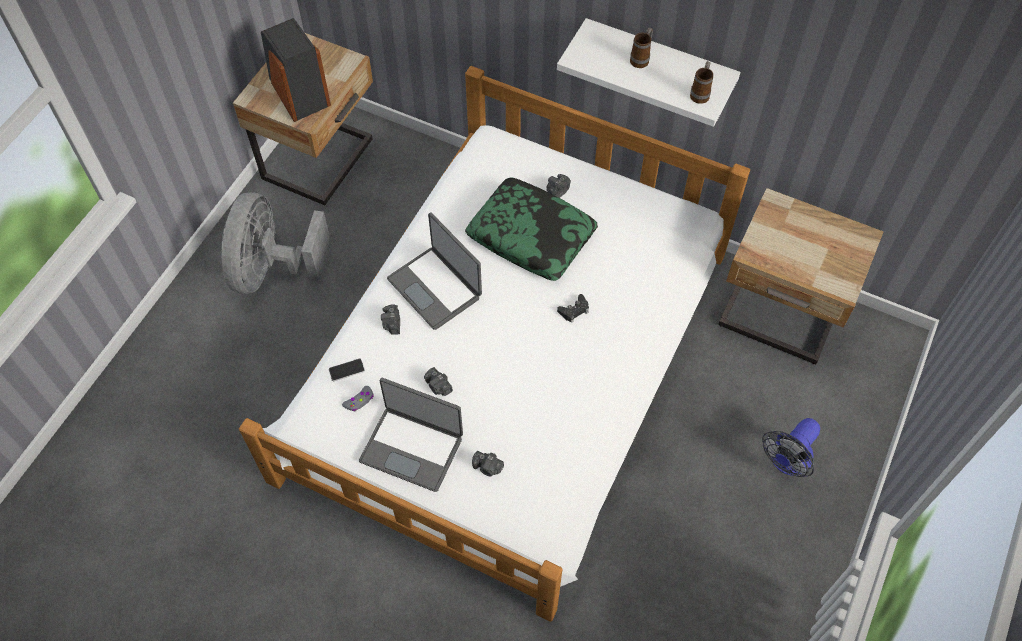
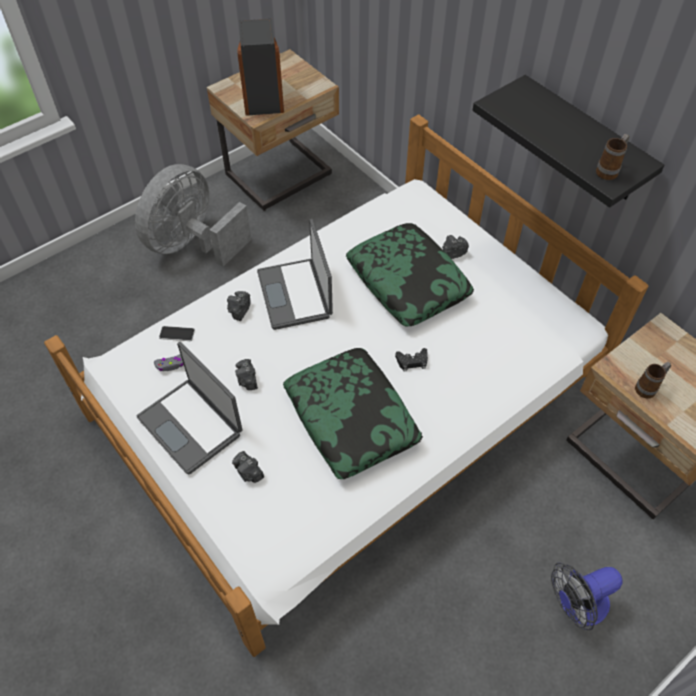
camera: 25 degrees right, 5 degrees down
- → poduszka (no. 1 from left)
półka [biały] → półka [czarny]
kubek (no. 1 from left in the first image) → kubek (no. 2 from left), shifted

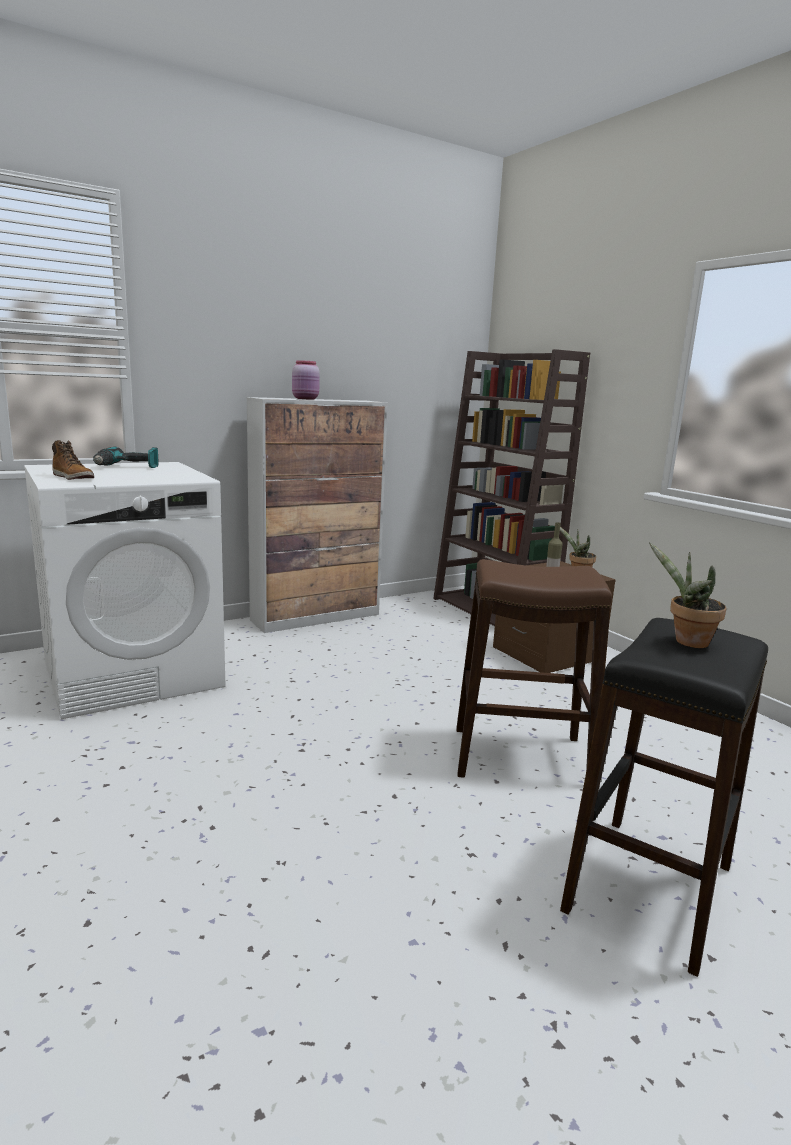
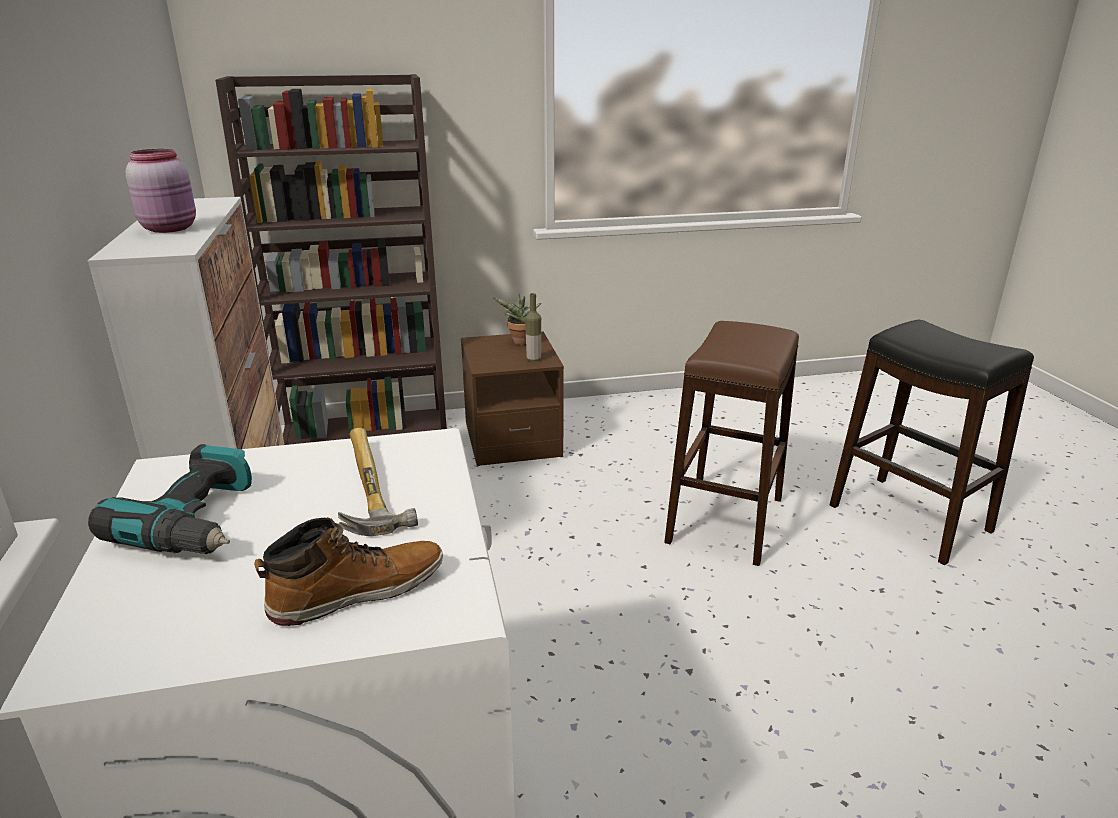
camera: 70 degrees left, 10 degrees up
- → młotek
roślina doniczkowa (no. 2 from left) → -

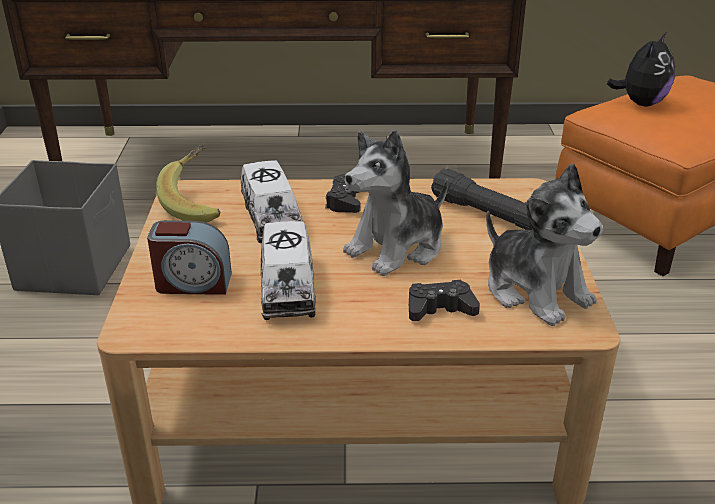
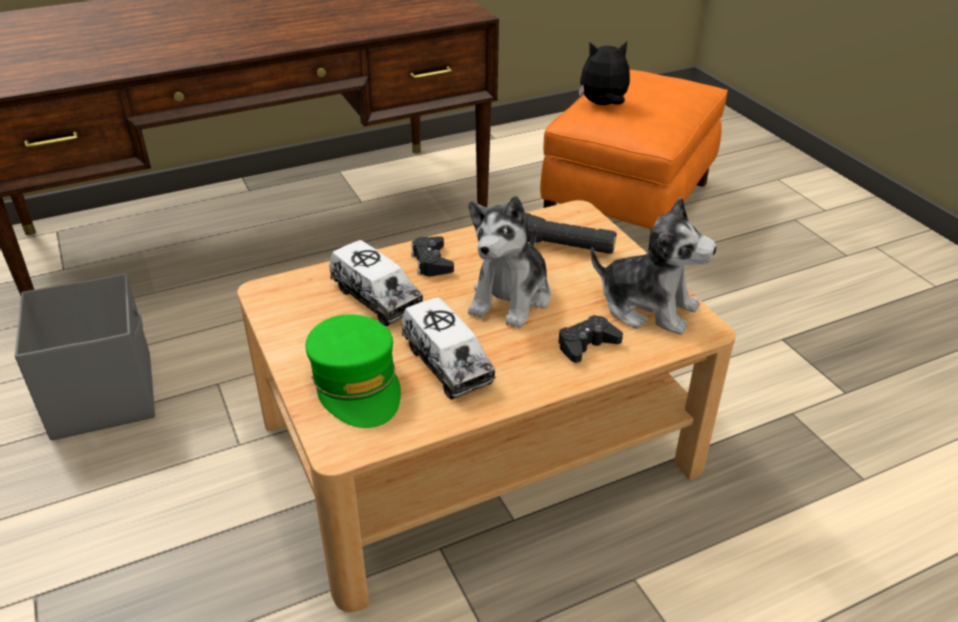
camera: 25 degrees left, 5 degrees up
budzik → czapka z daszkiem [zielony]
pluszak (no. 3 from left in the first image) → pluszak (no. 2 from left), 105 degrees counterclockwise
banan → -

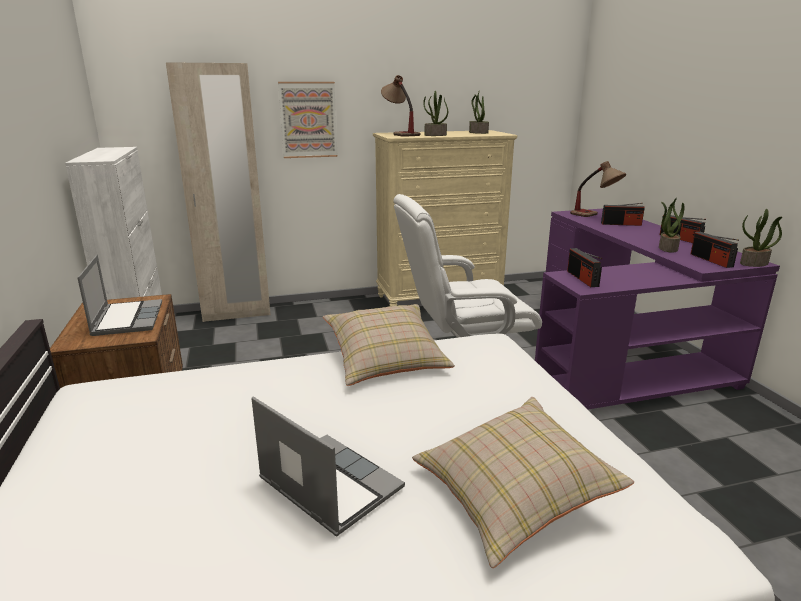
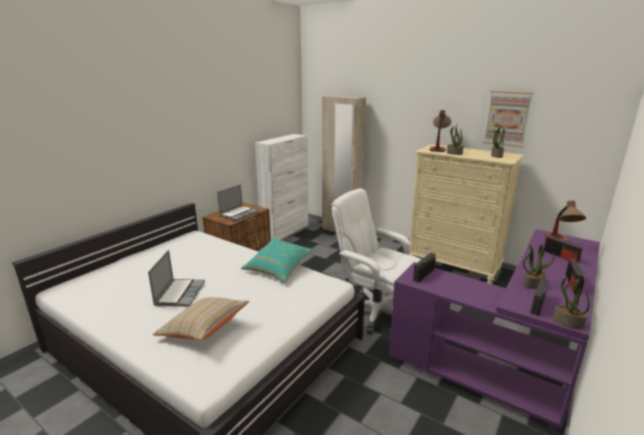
camera: 50 degrees right, 0 degrees up
poduszka [beżowy] (no. 1 from left) → poduszka [turkusowy]
obraz, shifted

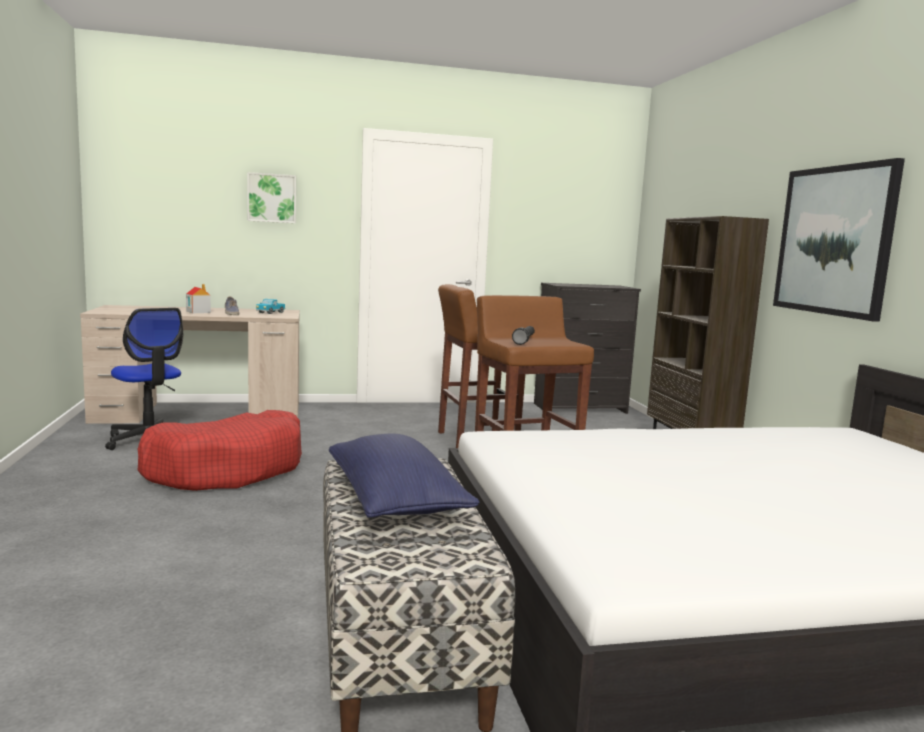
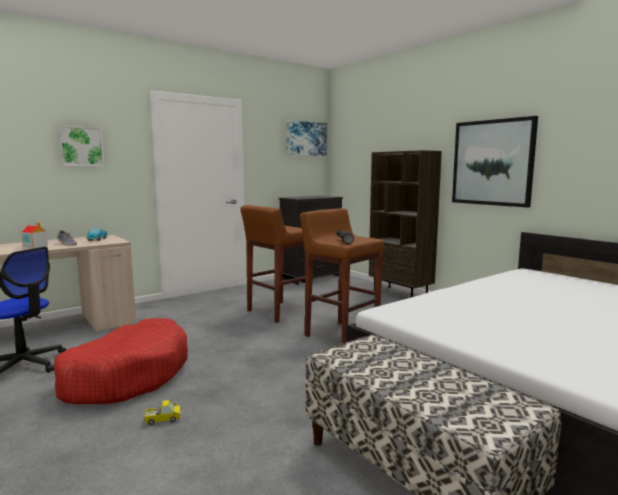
camera: 25 degrees left, 0 degrees up
- → ciężarówka zabawkowa (no. 2 from left)
- → obraz (no. 2 from left)
poduszka [niebieski] → -

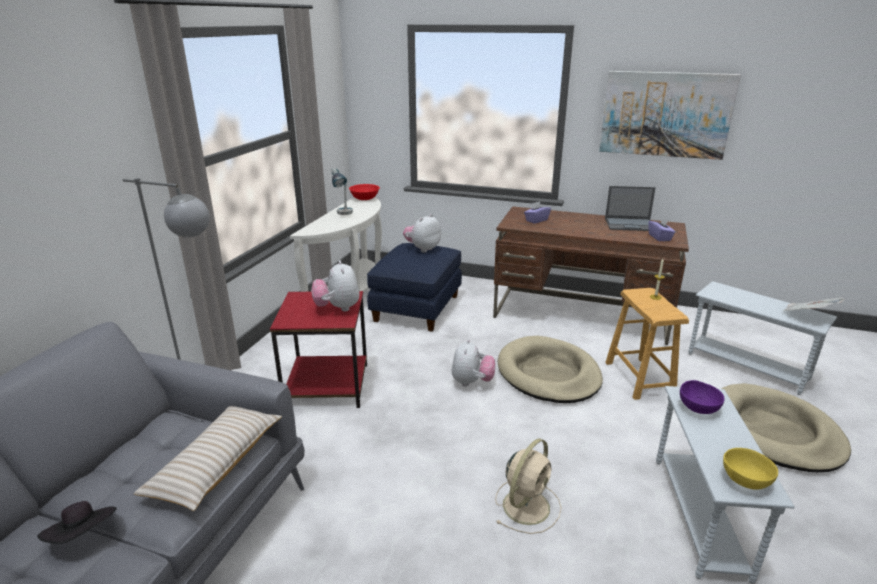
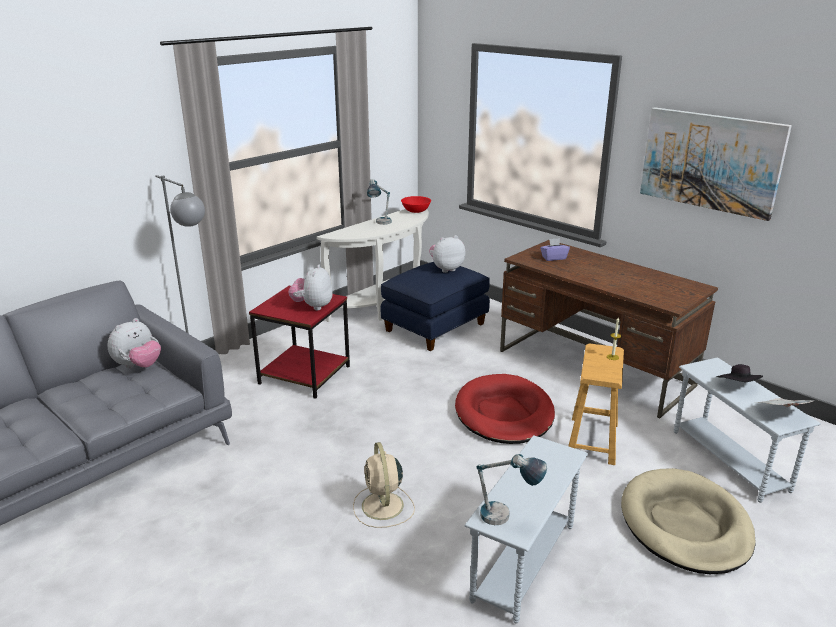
camera: 25 degrees right, 0 degrees up
pluszak (no. 3 from left in the first image) → pluszak (no. 1 from left), shifted
wentylator [beżowy], 105 degrees clockwise
legowisko [beżowy] (no. 1 from left) → legowisko [czerwony]
miska [żółty] → lampa stołowa (no. 2 from left)
kapelusz [czarny], shifted
poduszka [beżowy] → -
laptop → -
pudełko chusteczek [fioletowy] (no. 2 from left) → -
miska [fioletowy] → -

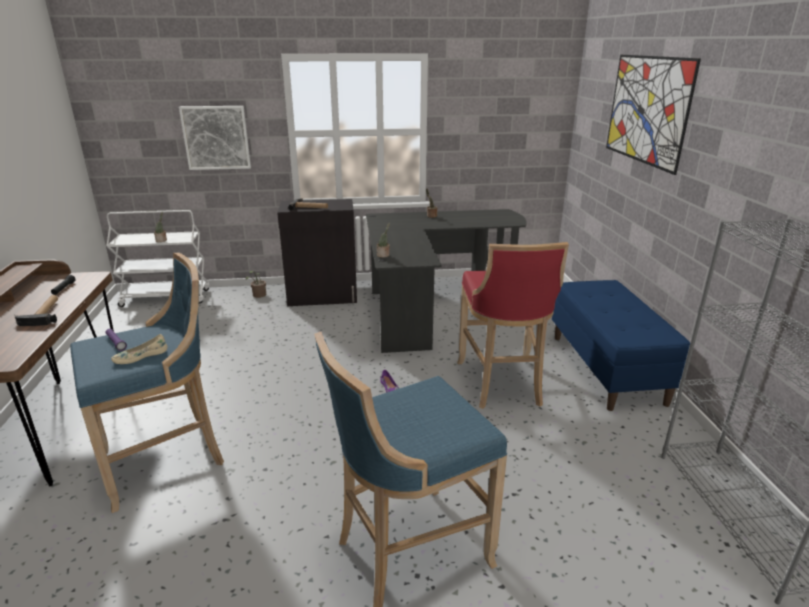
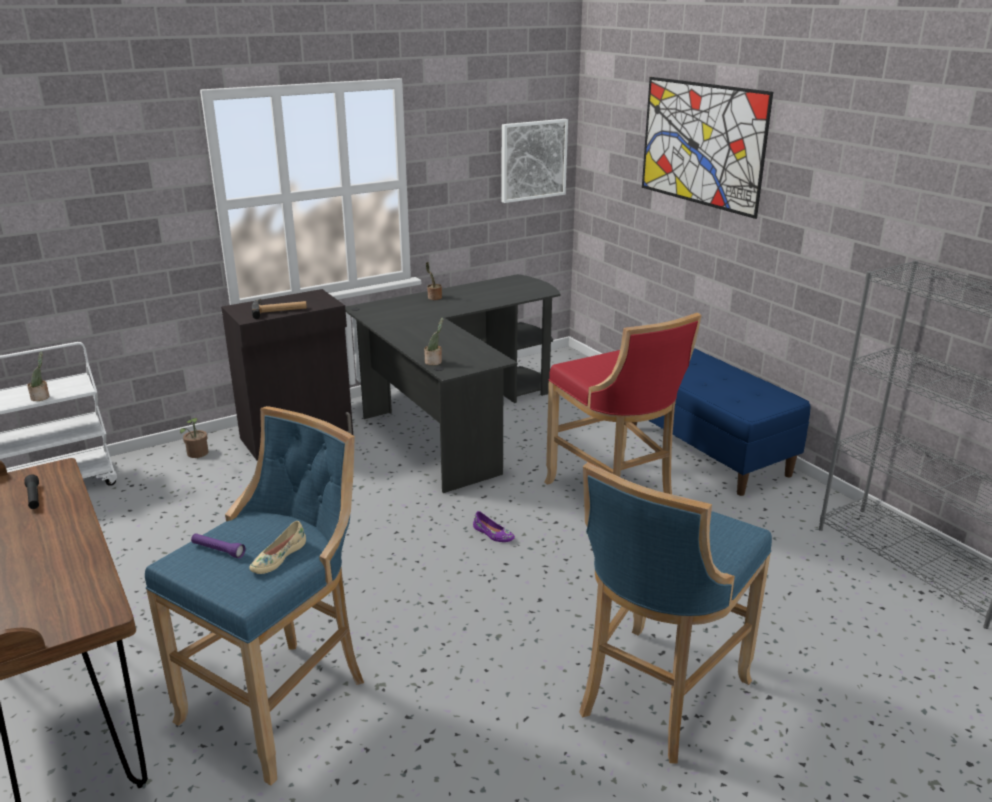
camera: 25 degrees left, 0 degrees up
obraz (no. 1 from left), shifted
młotek (no. 1 from left) → -

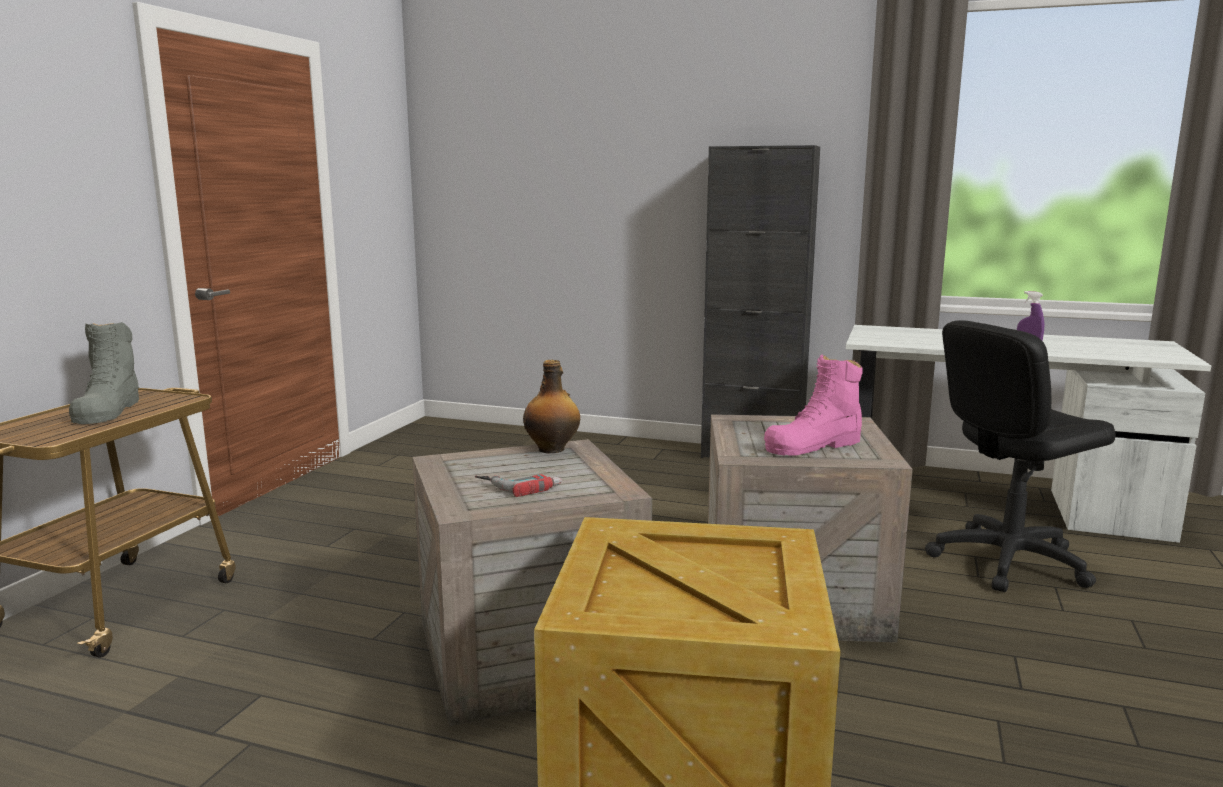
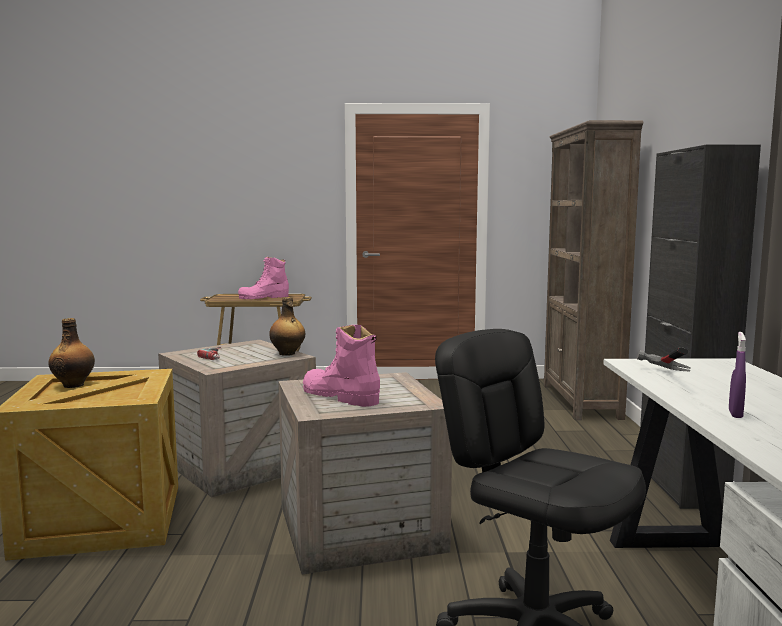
camera: 70 degrees right, 5 degrees down
- → butelka (no. 1 from left)
but z cholewką [szary] → but z cholewką [różowy] (no. 1 from left)
- → regał [brązowy]
- → młotek

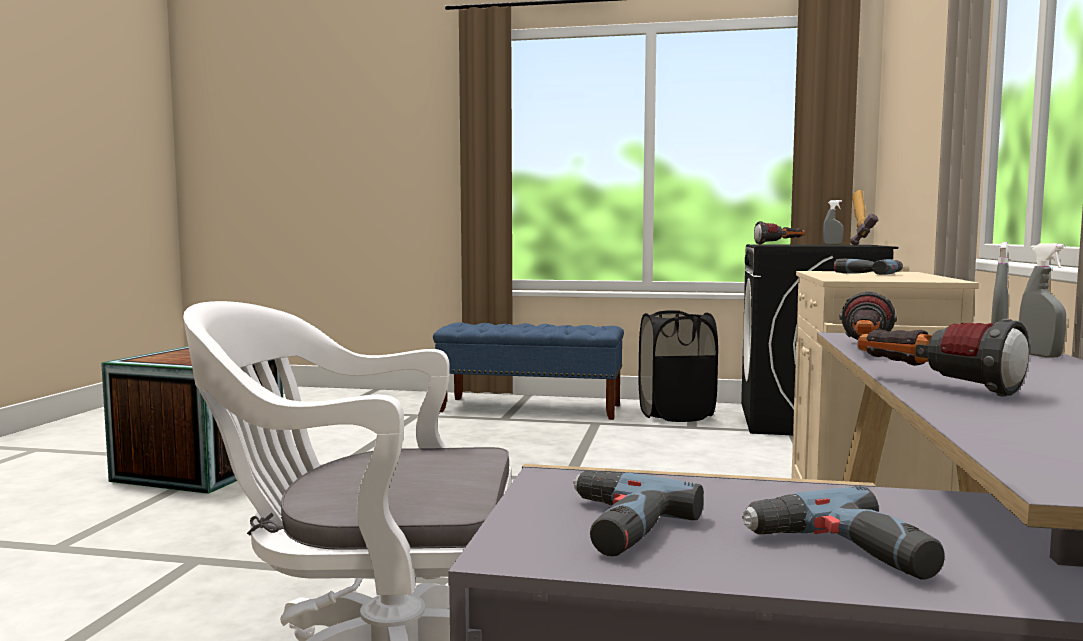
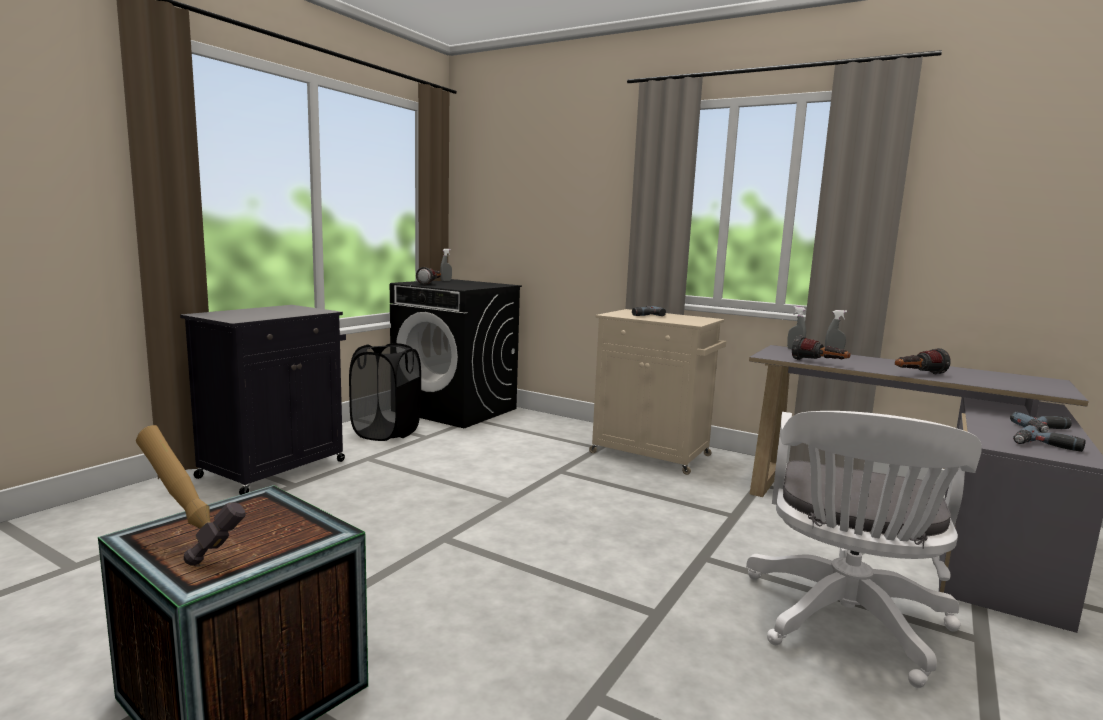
camera: 70 degrees left, 5 degrees up
młotek, shifted
ławka [niebieski] → szafka [czarny]

